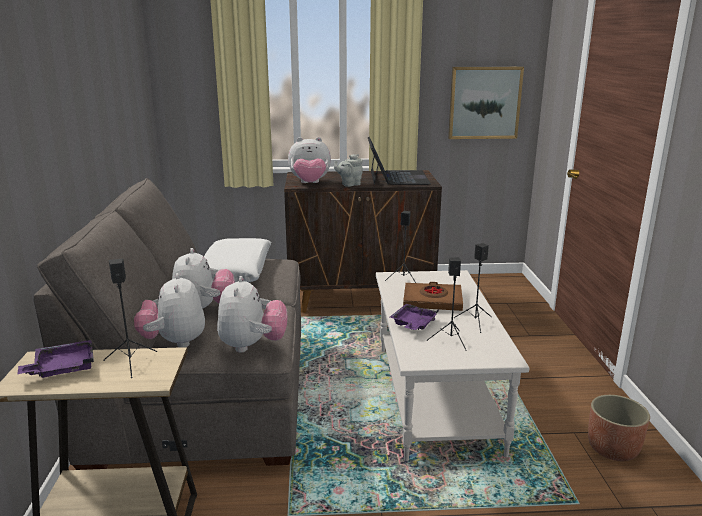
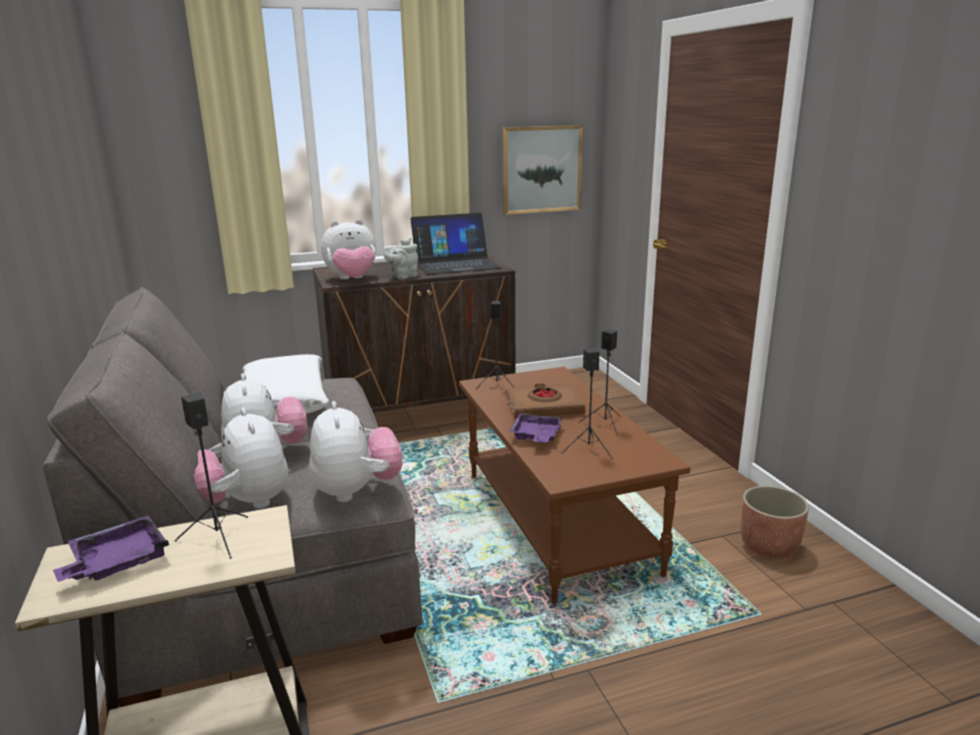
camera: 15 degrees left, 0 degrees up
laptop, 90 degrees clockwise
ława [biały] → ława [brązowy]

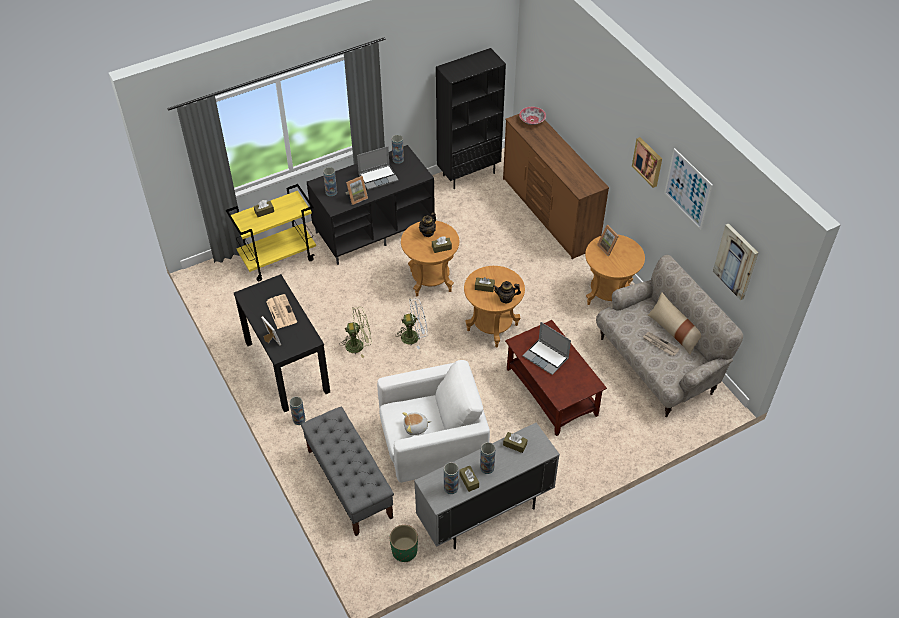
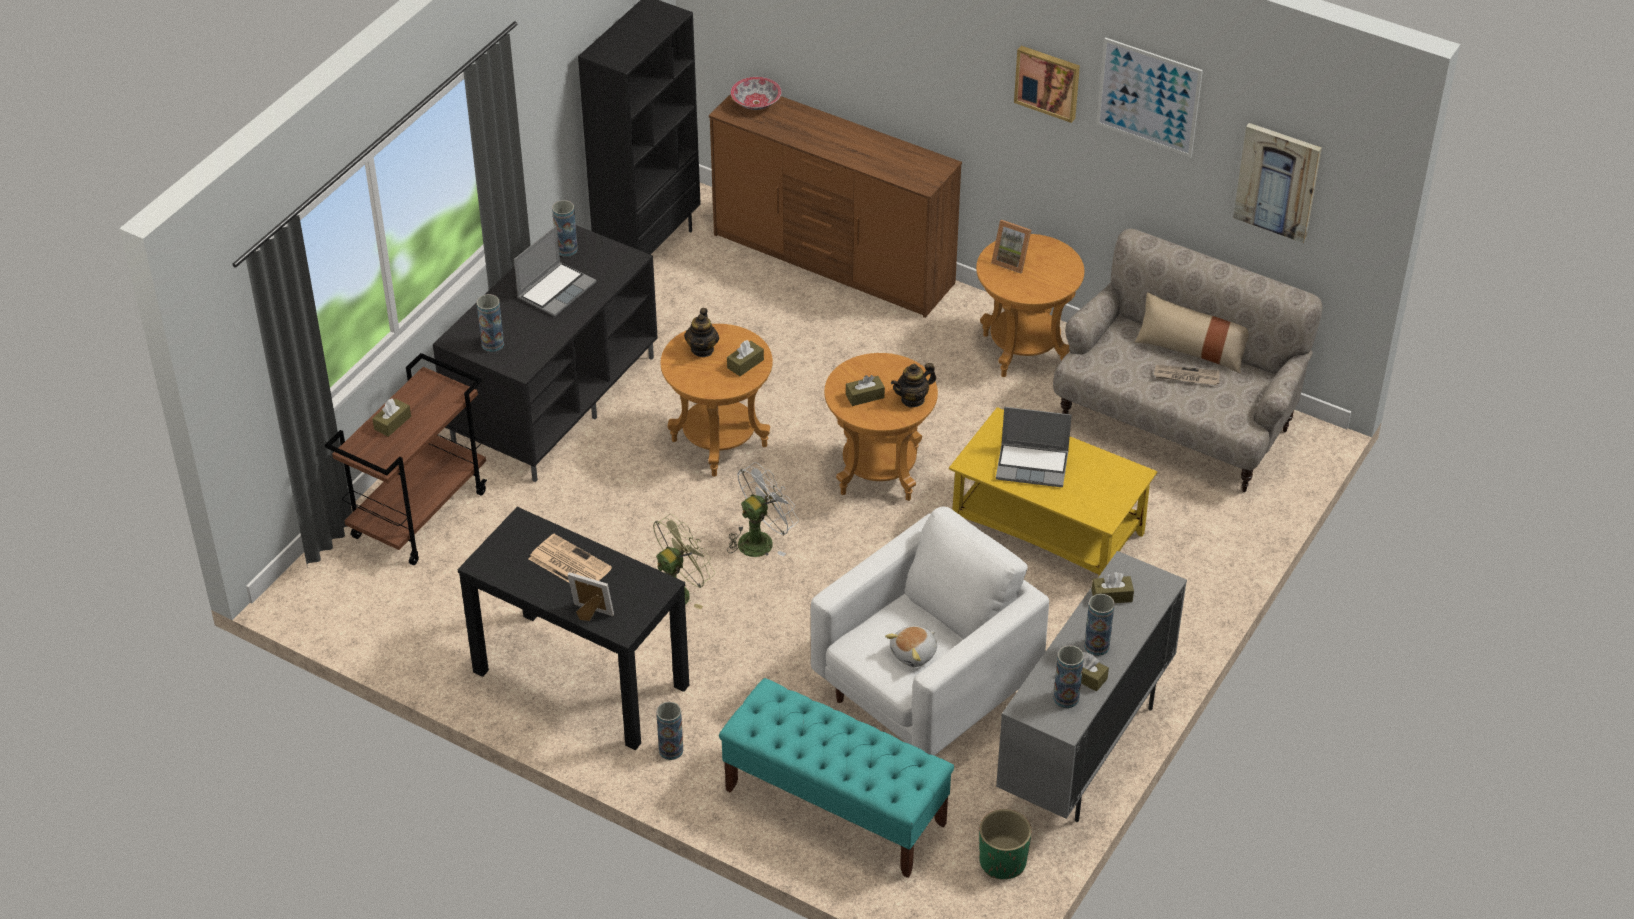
camera: 30 degrees left, 5 degrees down
wózek [żółty] → wózek [brązowy]
ławka [szary] → ławka [turkusowy]
ława [brązowy] → ława [żółty]
ramka na zdjęcie (no. 2 from left) → -

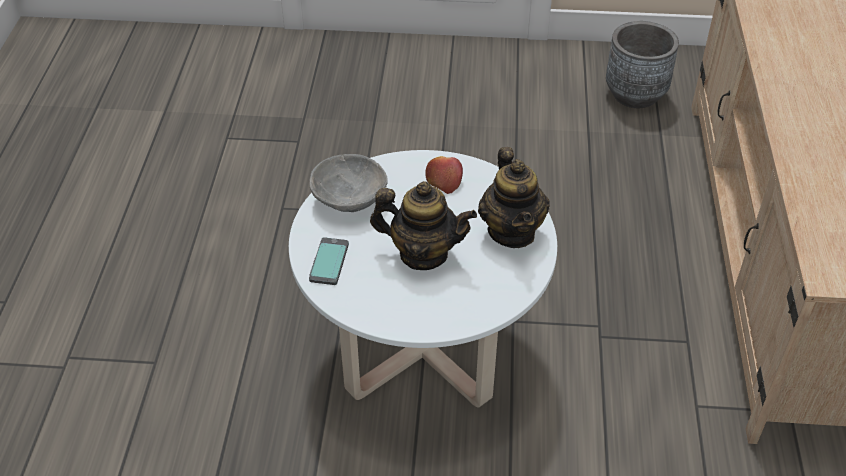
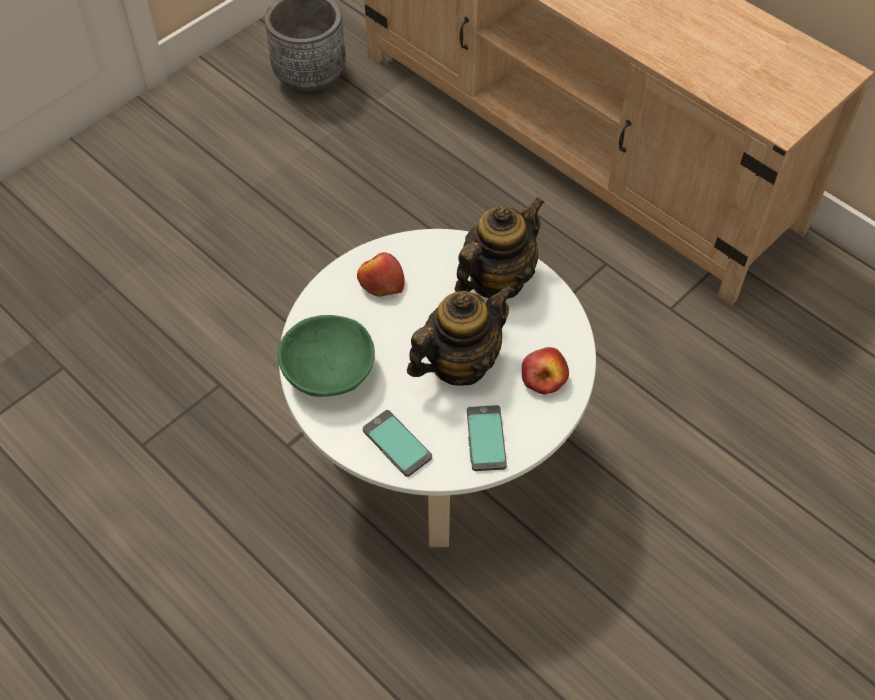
camera: 50 degrees left, 10 degrees up
miska [szary] → miska [zielony]
imbryk (no. 2 from left), 75 degrees counterclockwise
- → telefon (no. 2 from left)
- → jabłko (no. 2 from left)

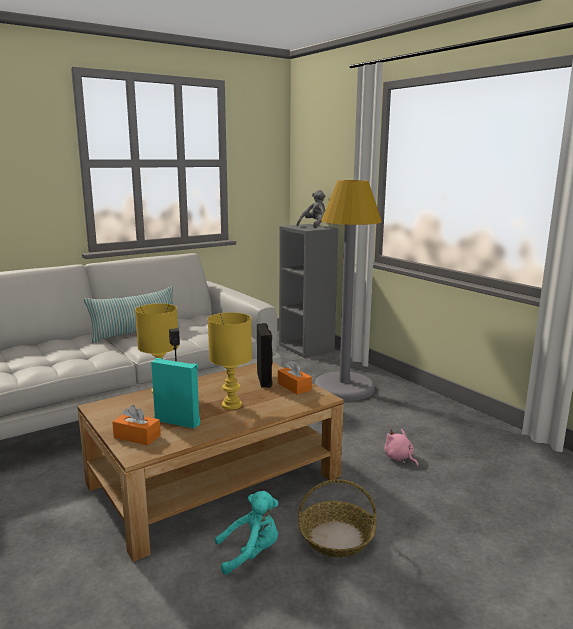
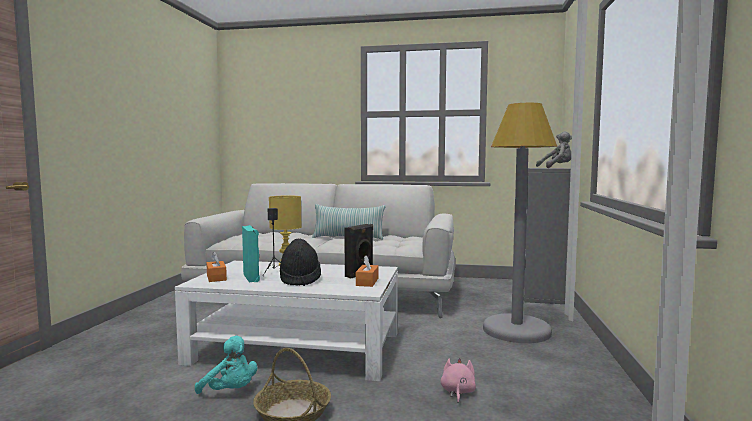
camera: 45 degrees right, 10 degrees down
ława [brązowy] → ława [biały]
lampa stołowa [żółty] (no. 2 from left) → kapelusz [czarny]

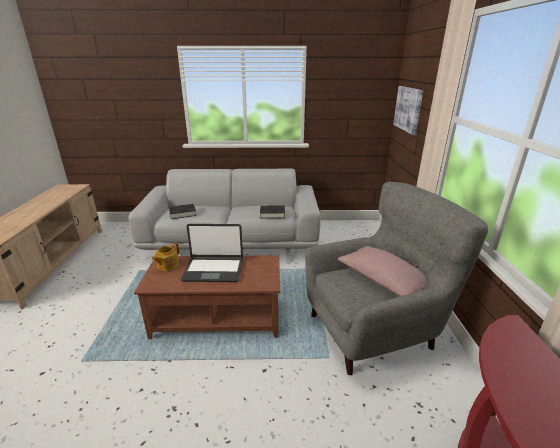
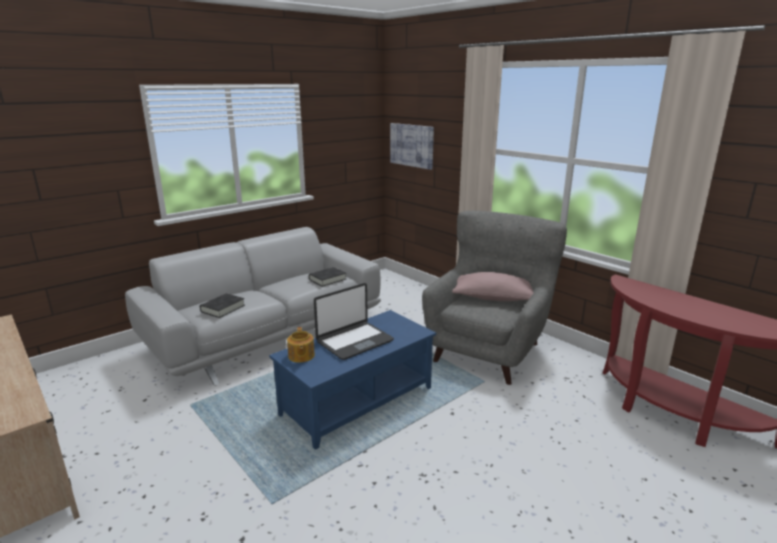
camera: 40 degrees left, 5 degrees down
ława [brązowy] → ława [niebieski]

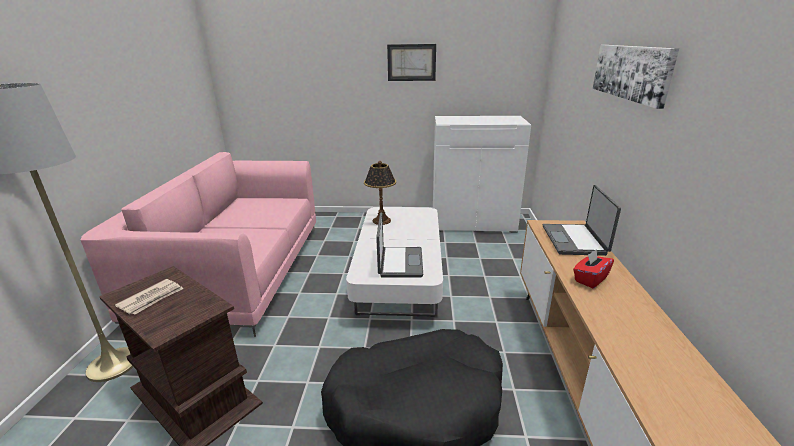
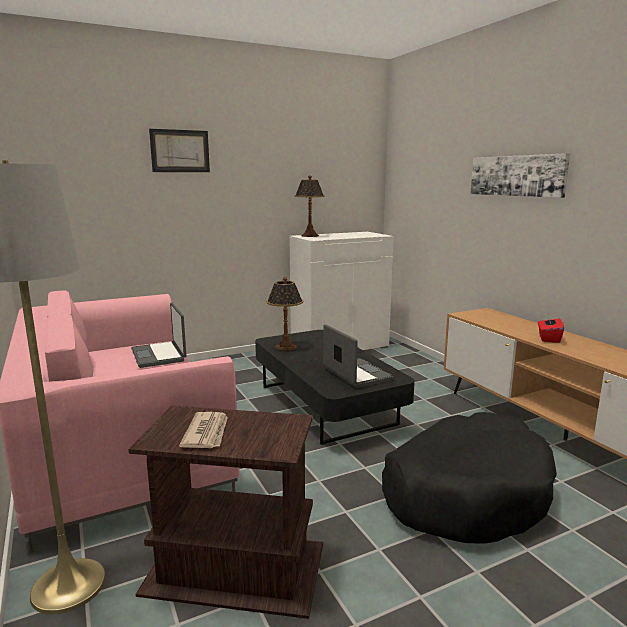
camera: 30 degrees left, 10 degrees down
laptop (no. 2 from left in the first image) → laptop (no. 1 from left), shifted
obraz (no. 1 from left), shifted
ława [biały] → ława [czarny]
- → lampa stołowa (no. 2 from left)

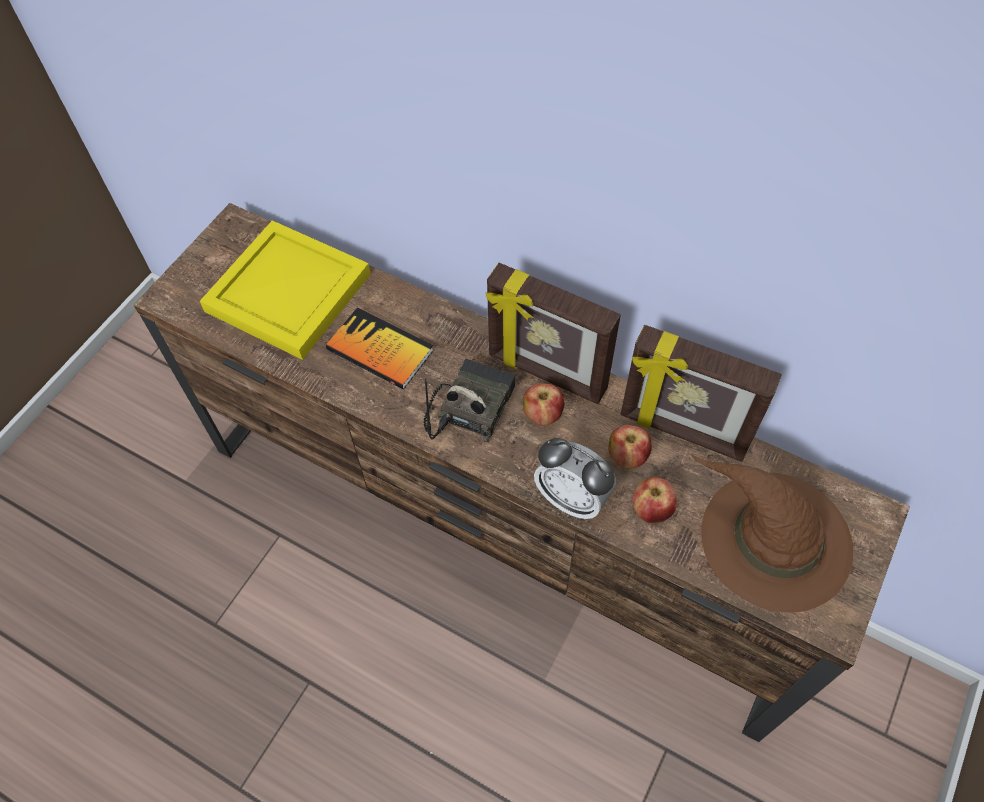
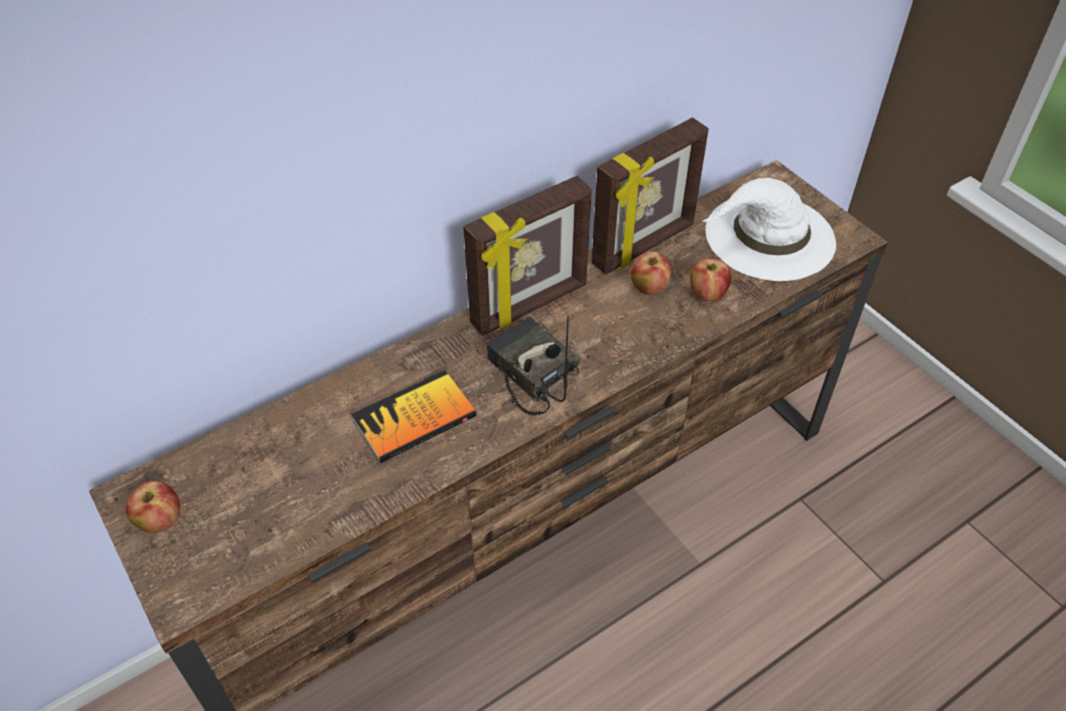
camera: 65 degrees left, 10 degrees down
jabłko (no. 1 from left), shifted
kapelusz [brązowy] → kapelusz [biały]
taca [żółty] → -
budzik → -

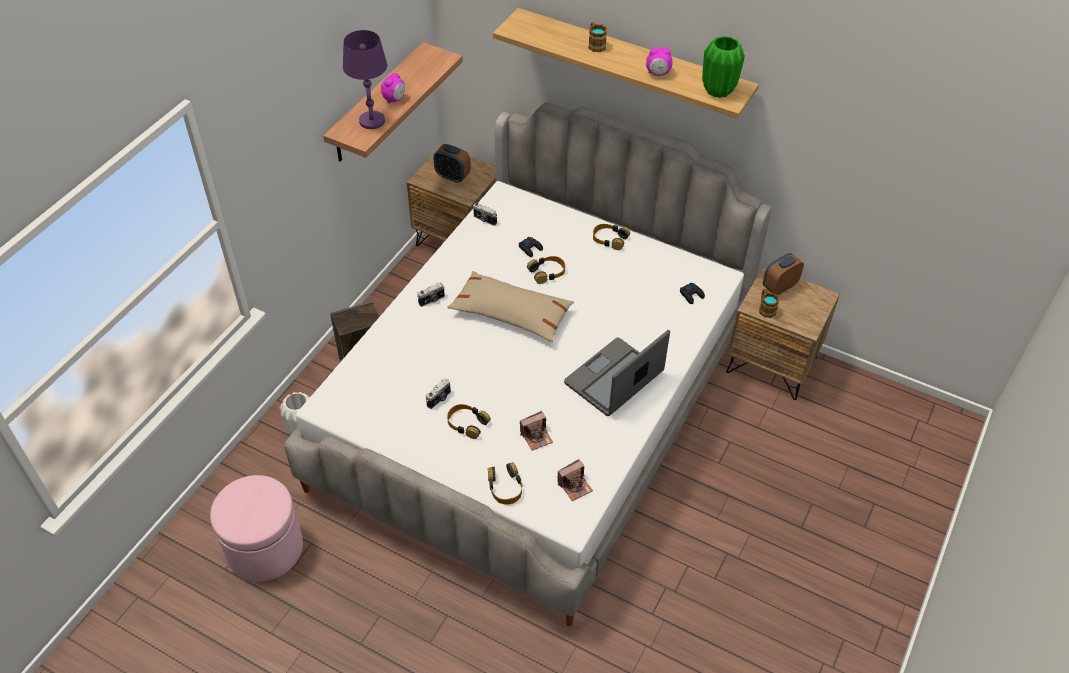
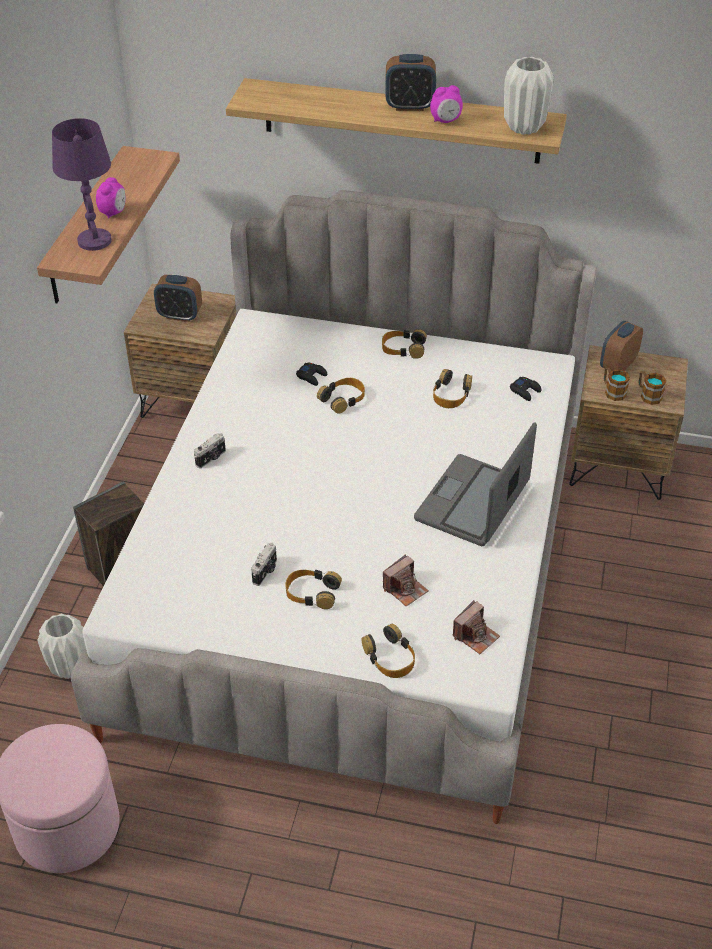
camera: 15 degrees left, 5 degrees down
- → budzik (no. 3 from left)
- → słuchawki (no. 5 from left)
wazon [zielony] → wazon [biały] (no. 2 from left)
kubek (no. 1 from left in the first image) → kubek (no. 2 from left), shifted
poduszka [beżowy] → -
aparat fotograficzny (no. 3 from left) → -

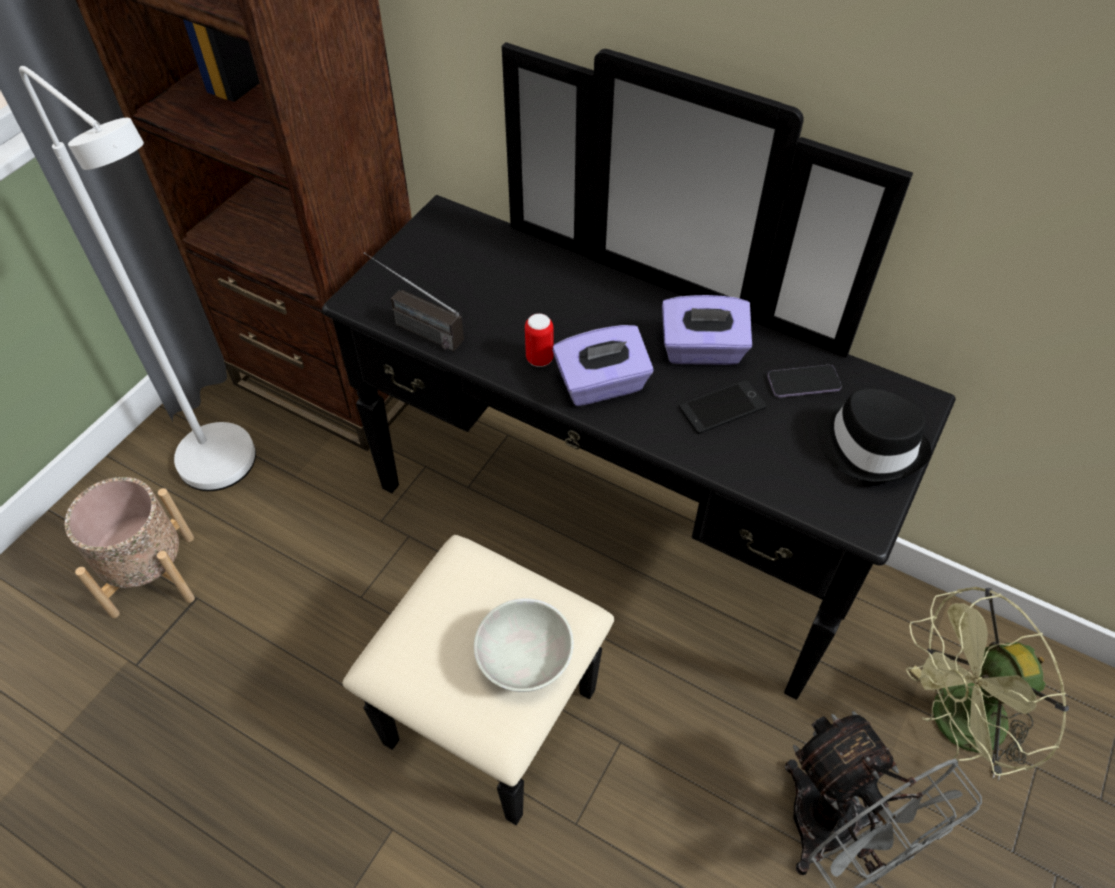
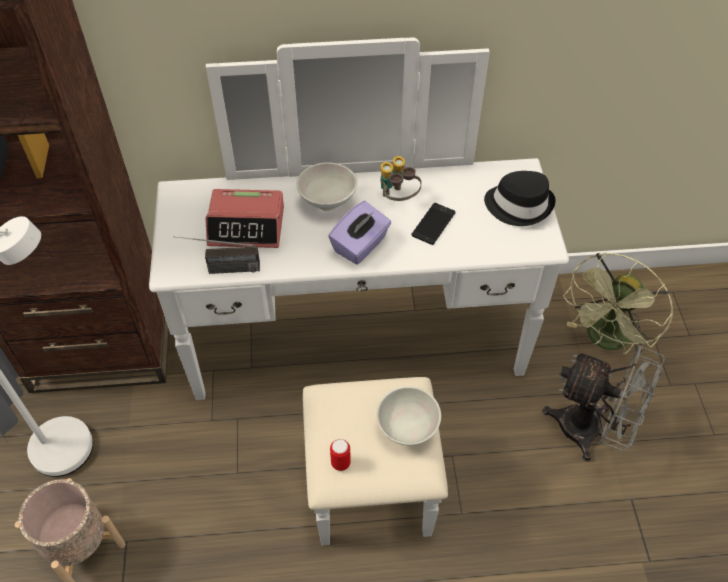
camera: 35 degrees left, 0 degrees up
komoda [czarny] → komoda [biały]
- → budzik
- → miska [biały] (no. 1 from left)
puszka, shifted
pudełko chusteczek [fioletowy] (no. 2 from left) → lornetka
telefon (no. 2 from left) → -

